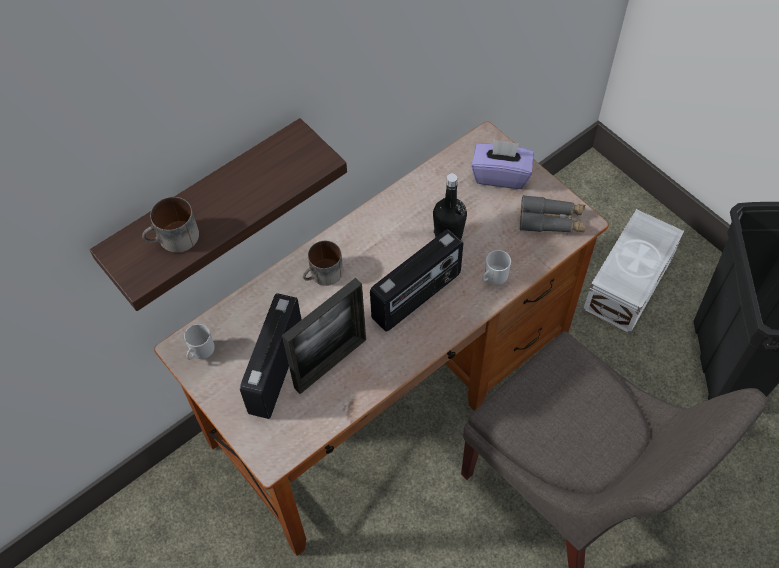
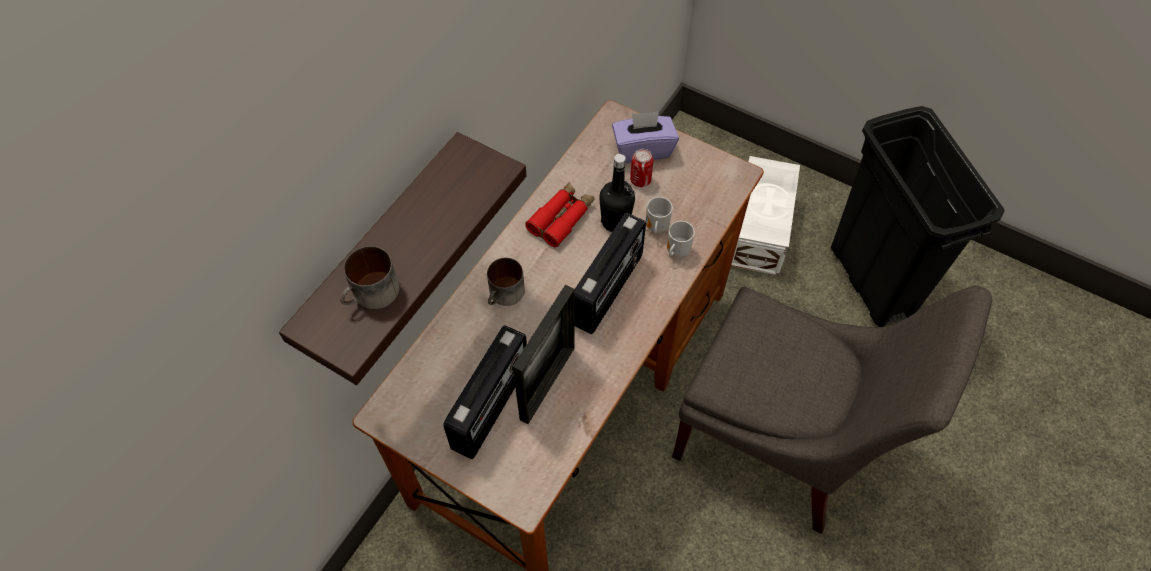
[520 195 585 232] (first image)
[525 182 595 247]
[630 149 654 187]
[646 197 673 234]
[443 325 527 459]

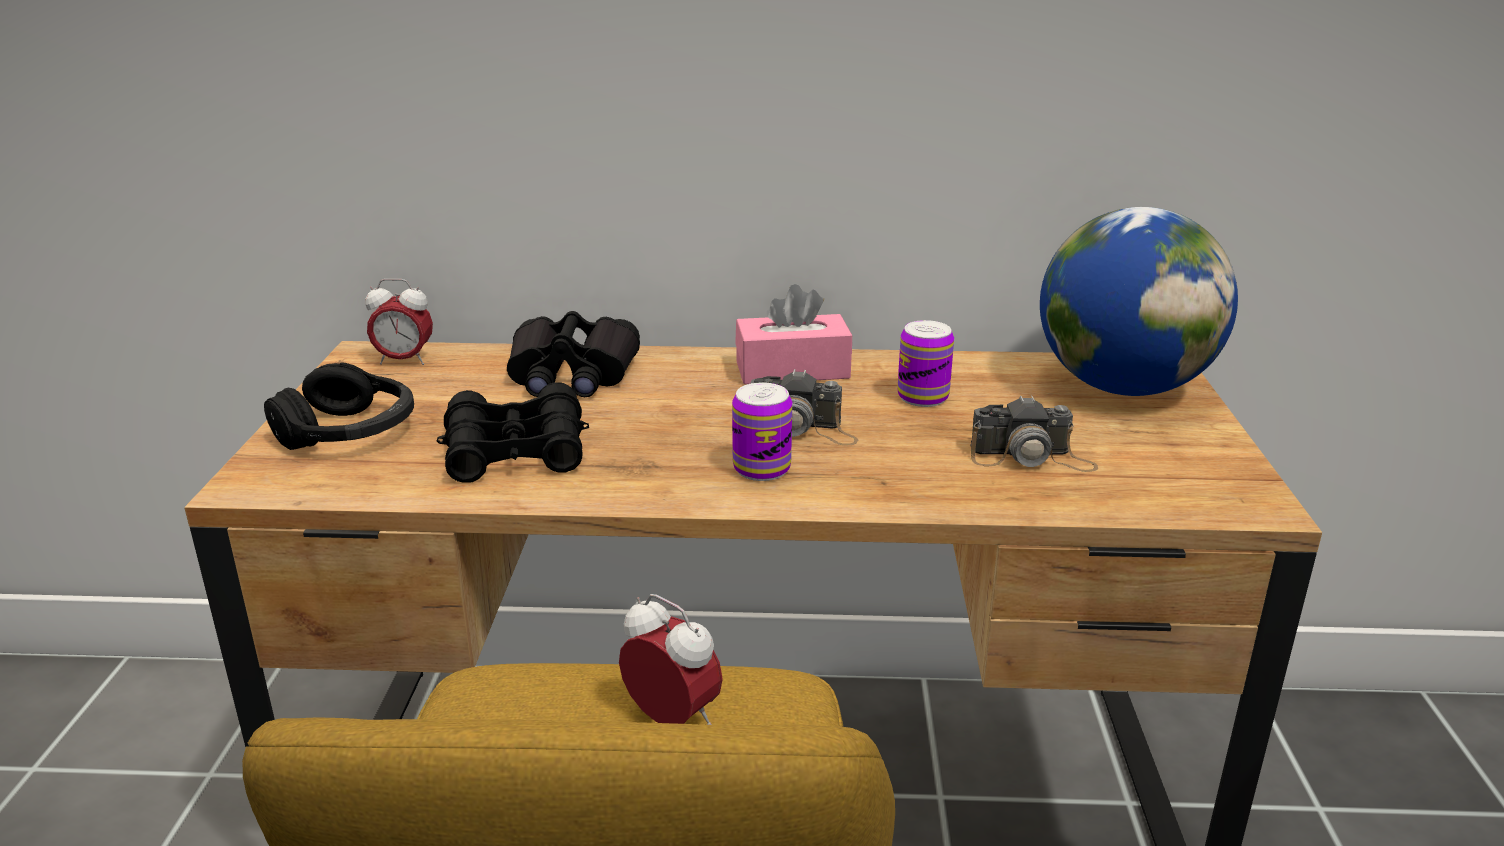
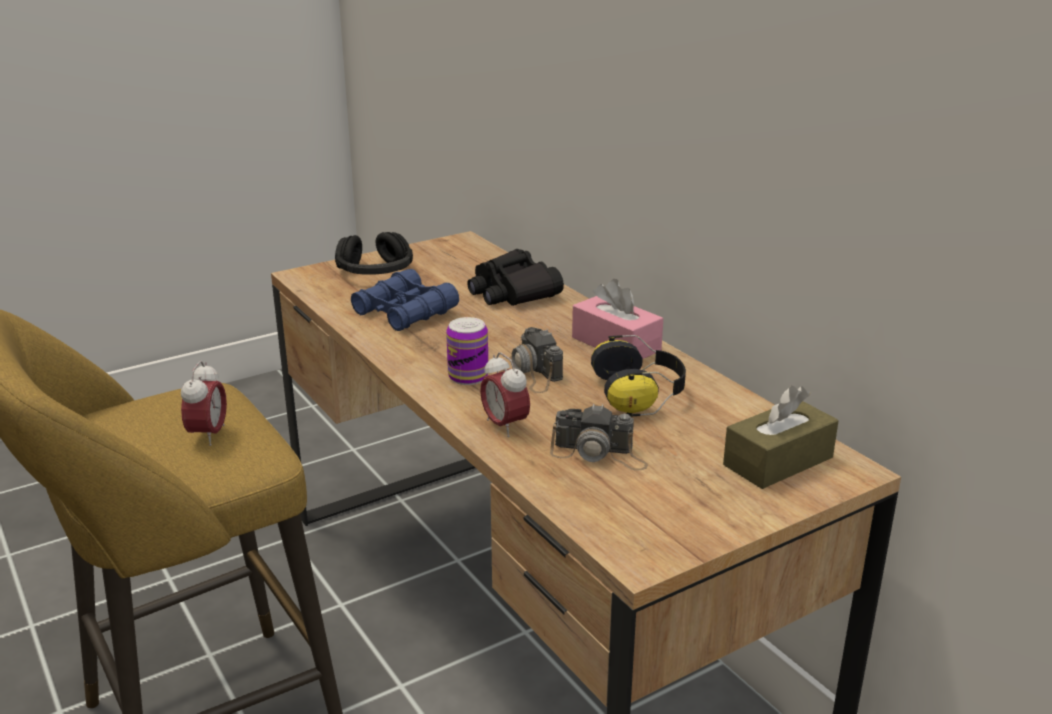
[480 352 530 437]
[591 335 686 417]
[723 386 838 489]
[351 269 459 331]
[550 404 648 470]

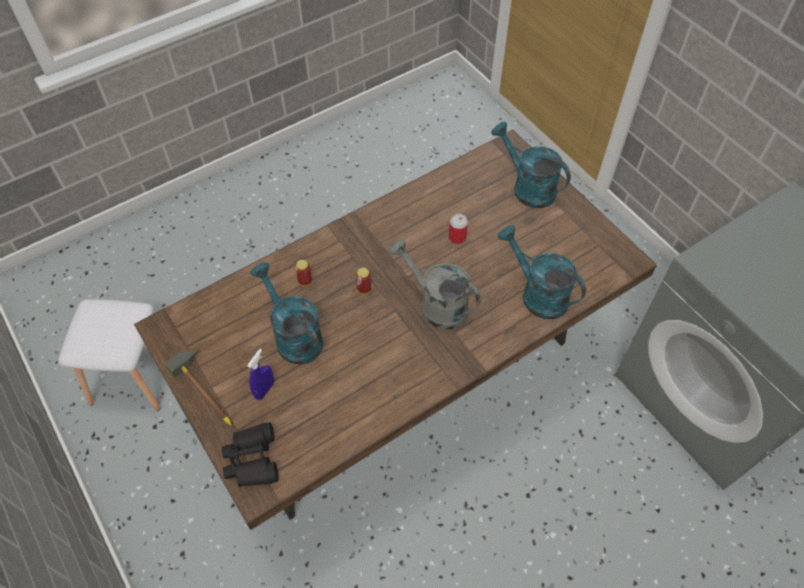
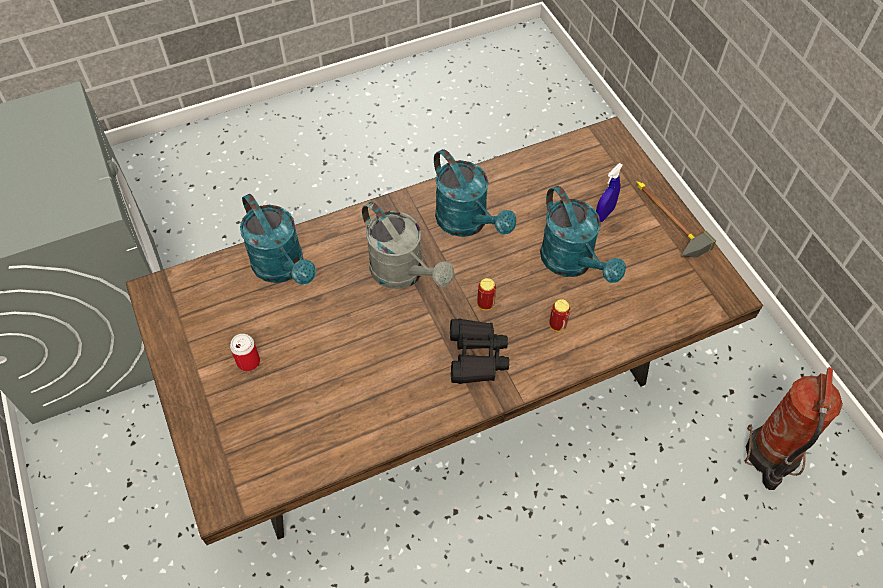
[450 319 509 384]
[230 334 260 371]
[434 149 516 237]
[745 367 843 490]

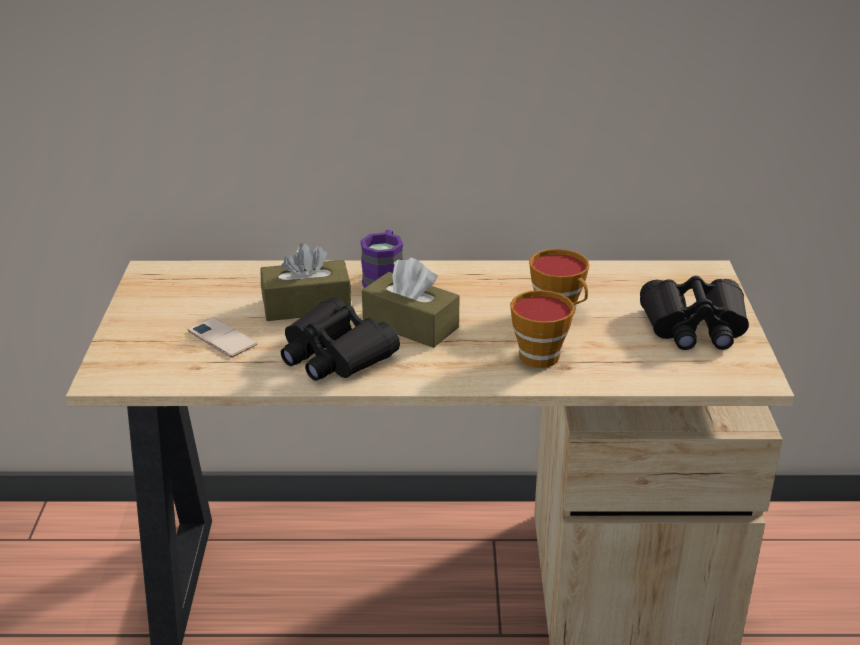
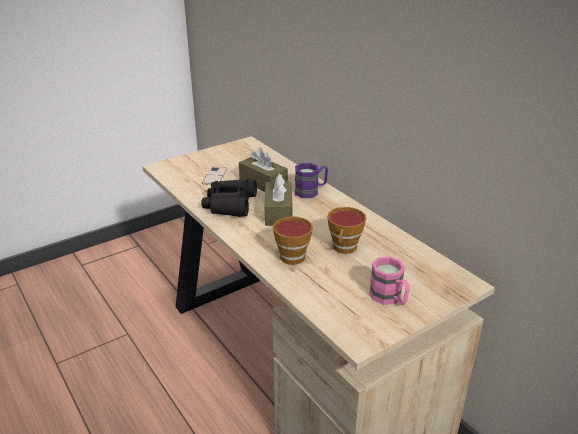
[369 257 410 305]

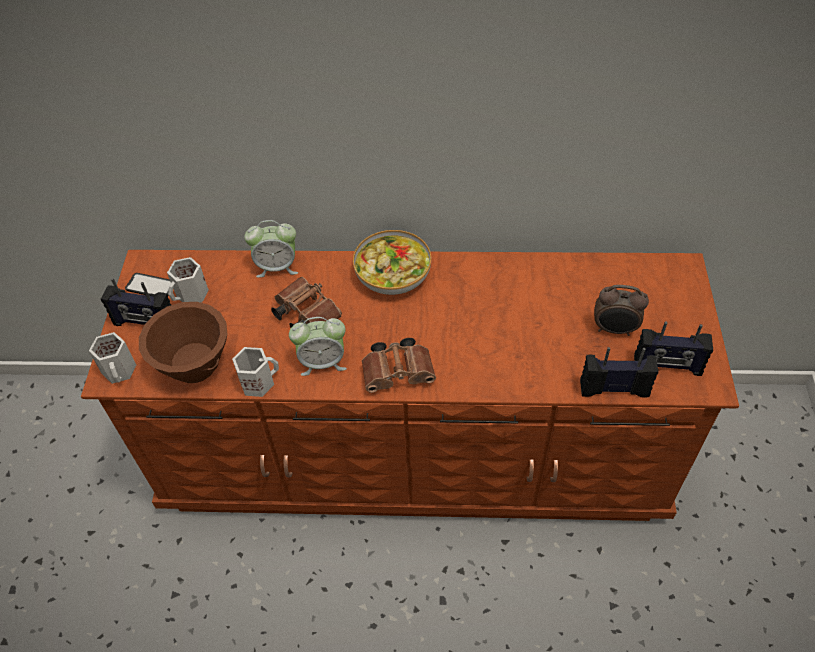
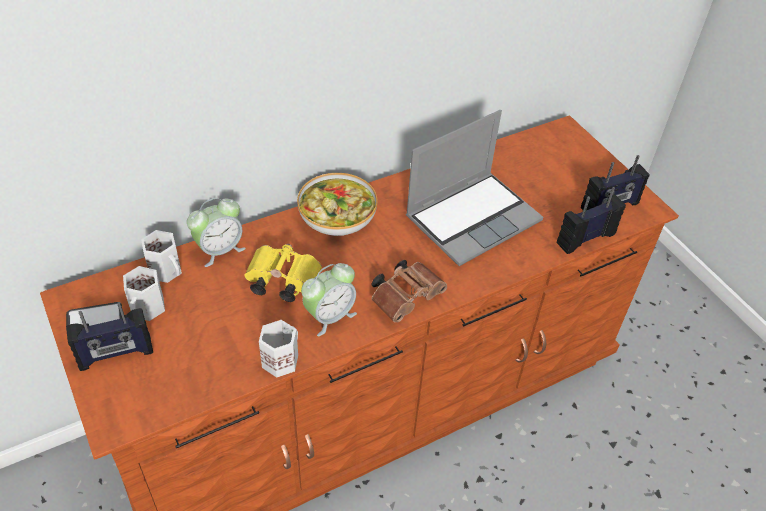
[139 302 227 383] (first image)
[594 285 649 336] (first image)
[406 110 543 266]
[141 230 182 283]
[244 244 322 302]

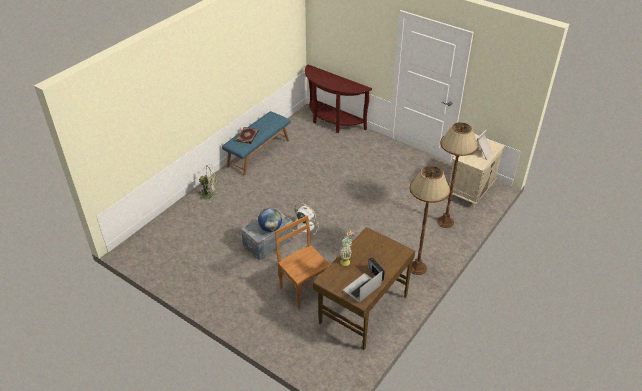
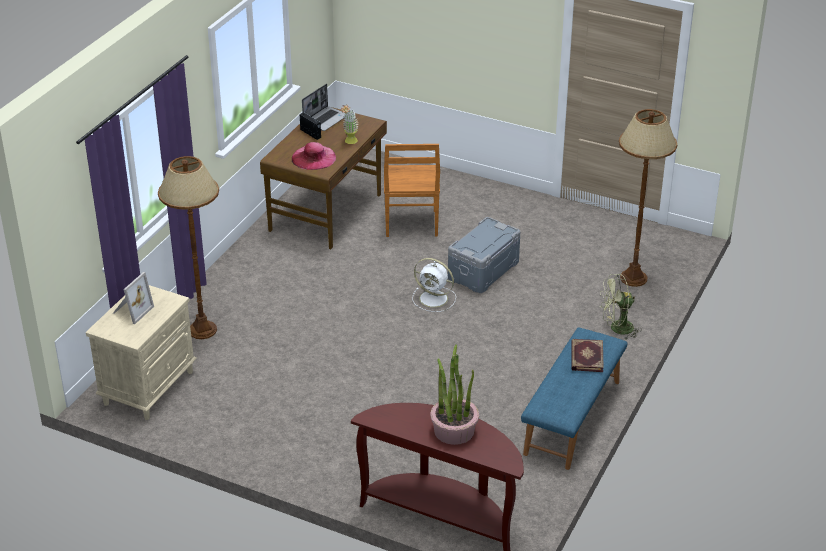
[258 208 282 232] (first image)
[292 142 336 170]
[430 345 479 445]
[619 109 677 287]
[384 144 440 237]

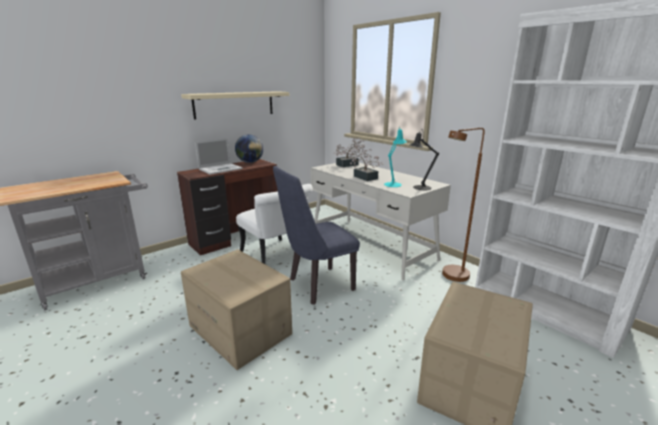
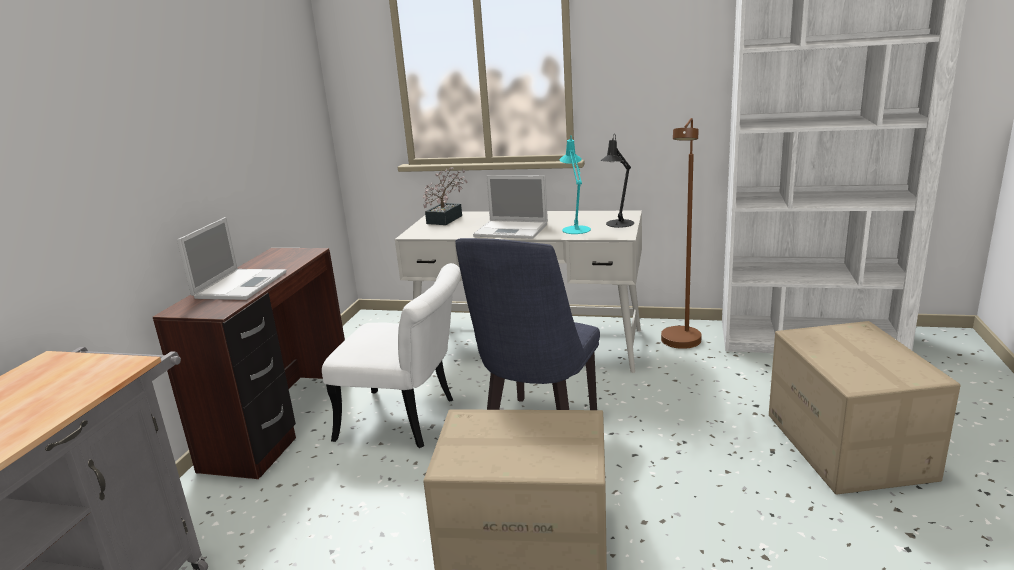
[181 91 289 120] (first image)
[235 134 263 163] (first image)
[473 175 548 239]

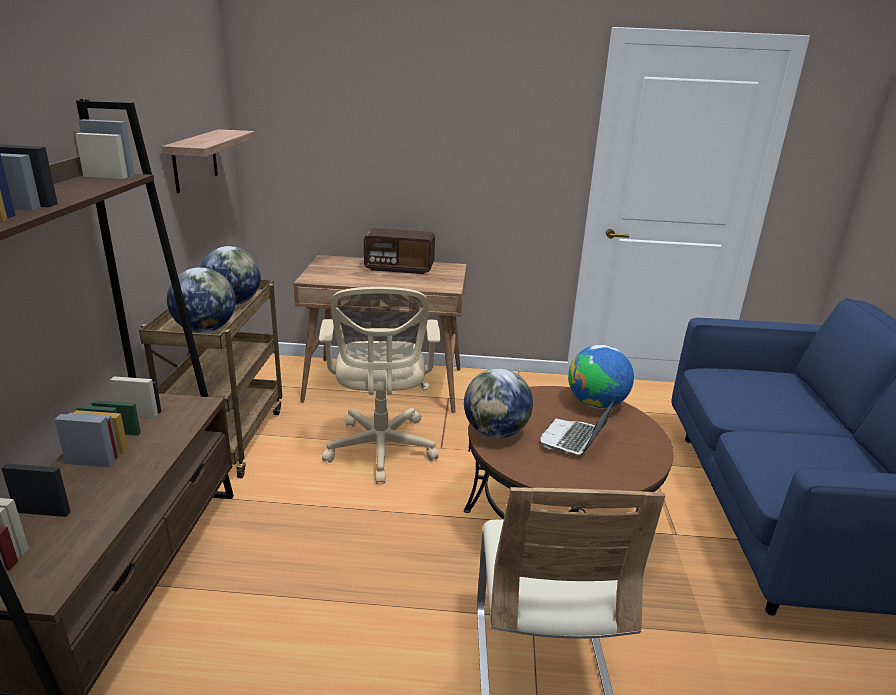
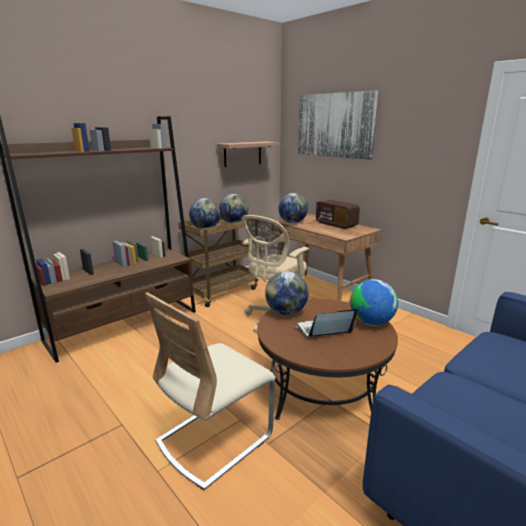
[278 193 308 223]
[298 90 378 160]

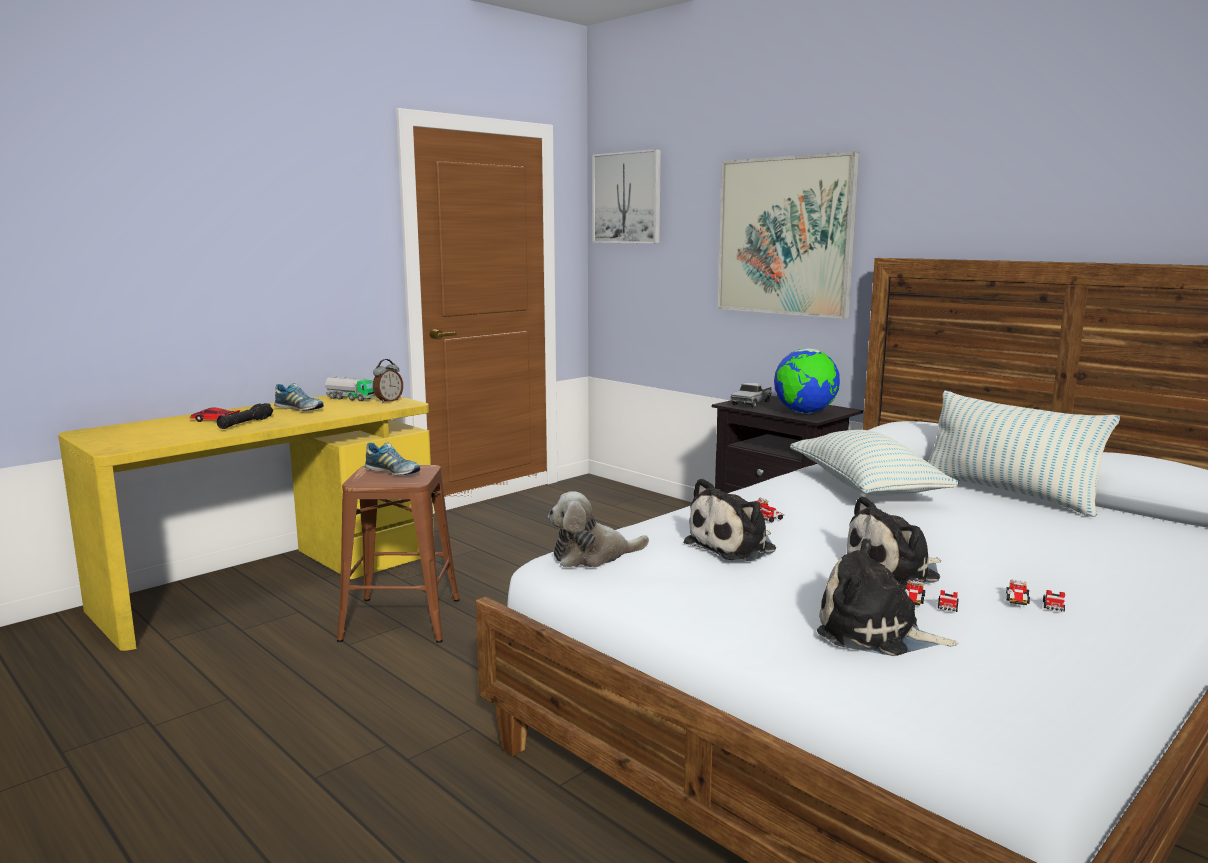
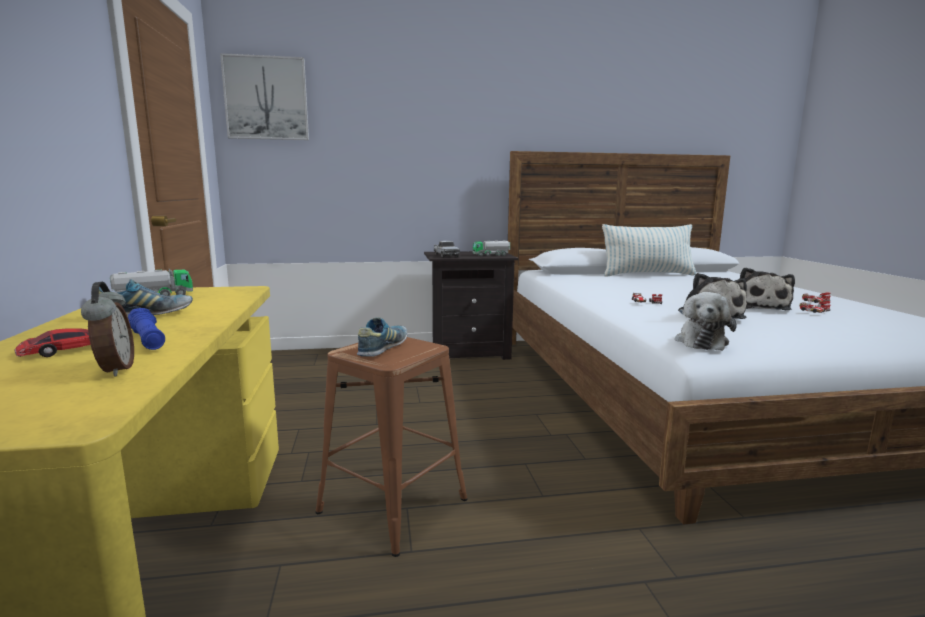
[717 151 859 319] (first image)
[790 430 959 496] (first image)
[817 538 959 656] (first image)
[81 282 134 377]
[473 240 510 256]
[128 308 165 350]
[357 317 407 357]

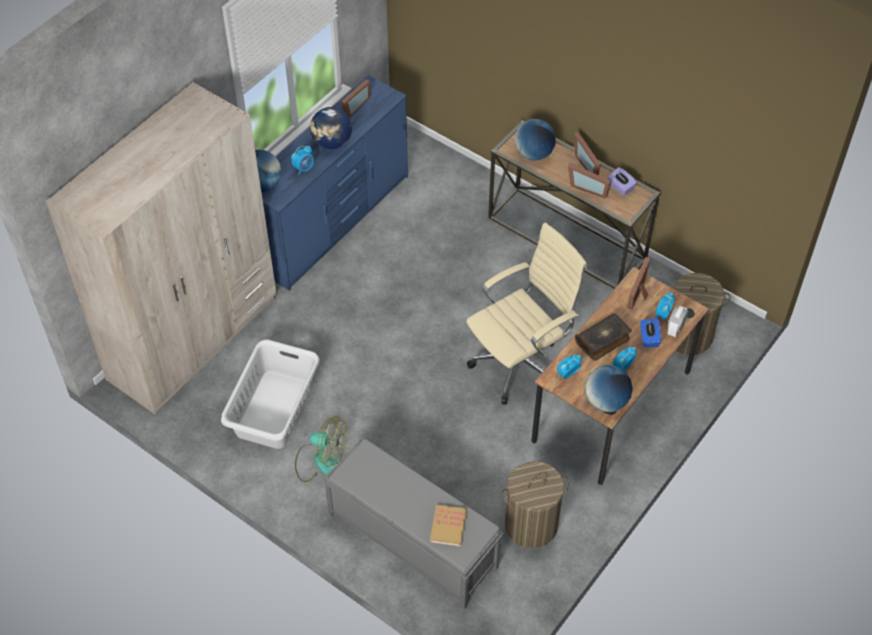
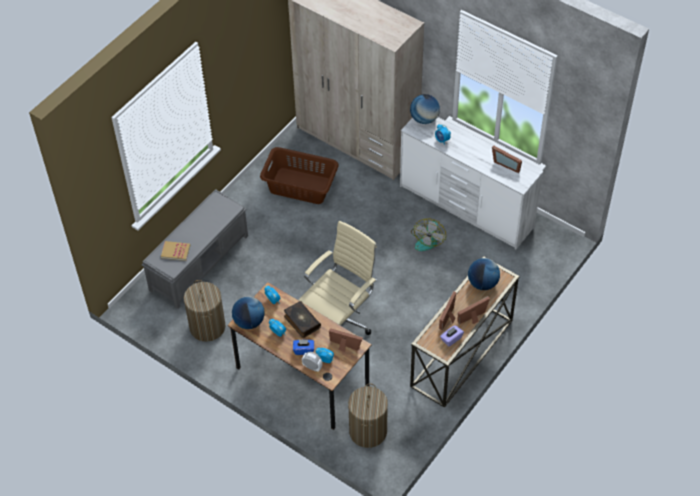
[310 107 352 149] (first image)
[411 218 446 251]
[260 147 339 204]
[400 117 543 249]
[299 221 377 335]

